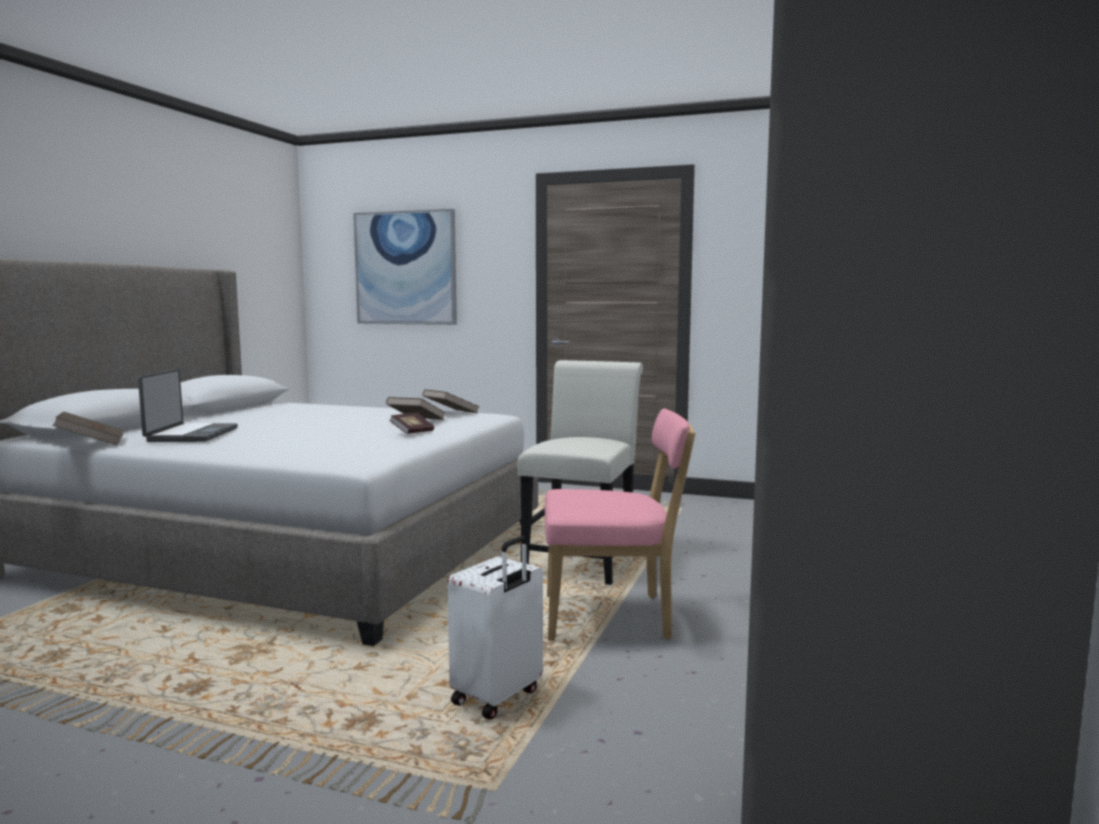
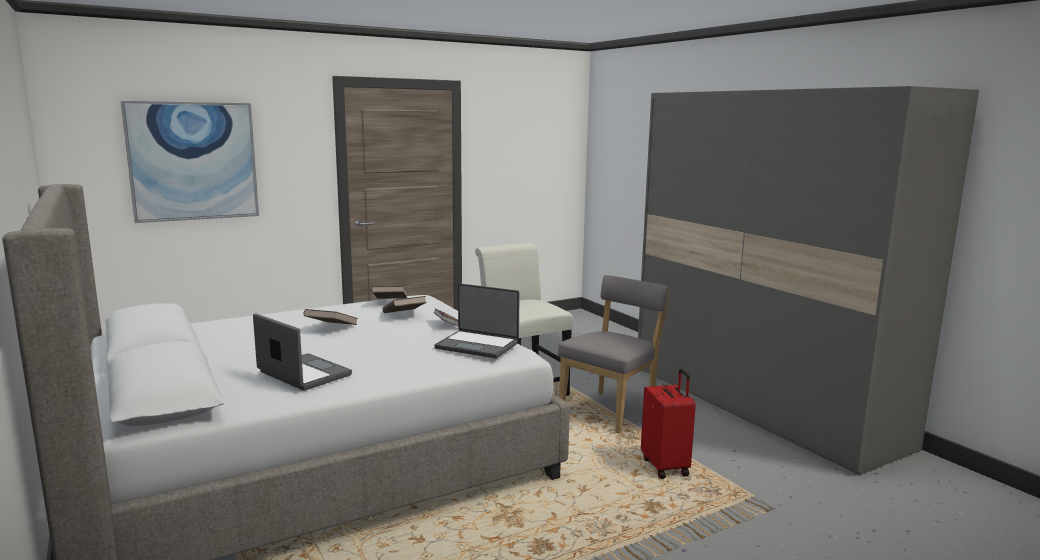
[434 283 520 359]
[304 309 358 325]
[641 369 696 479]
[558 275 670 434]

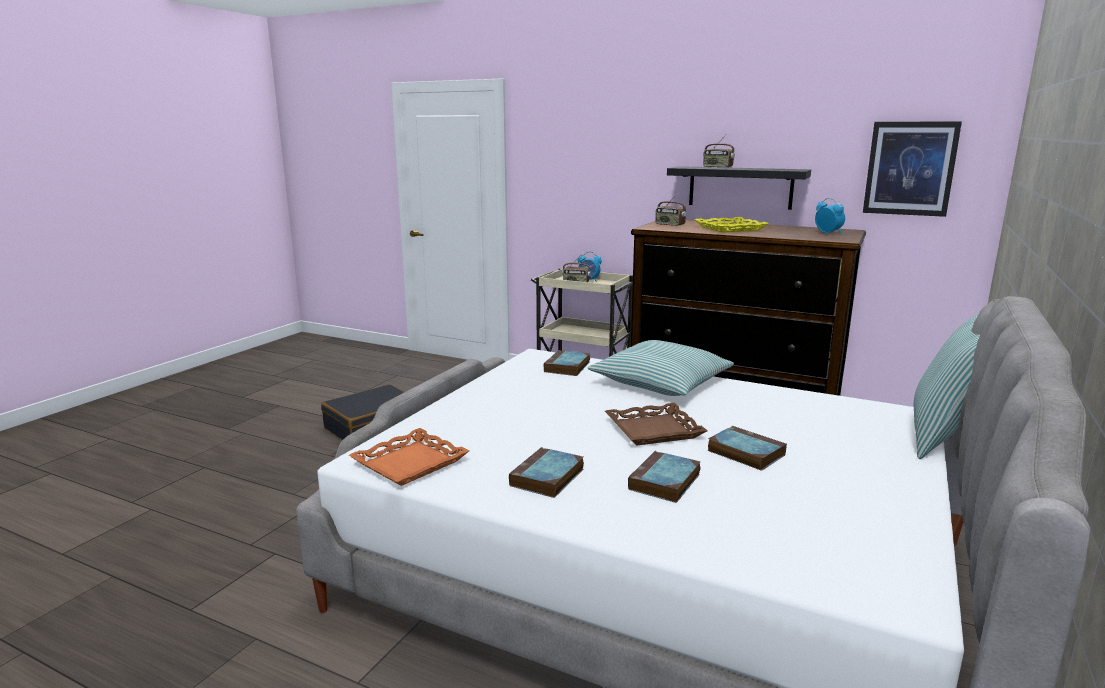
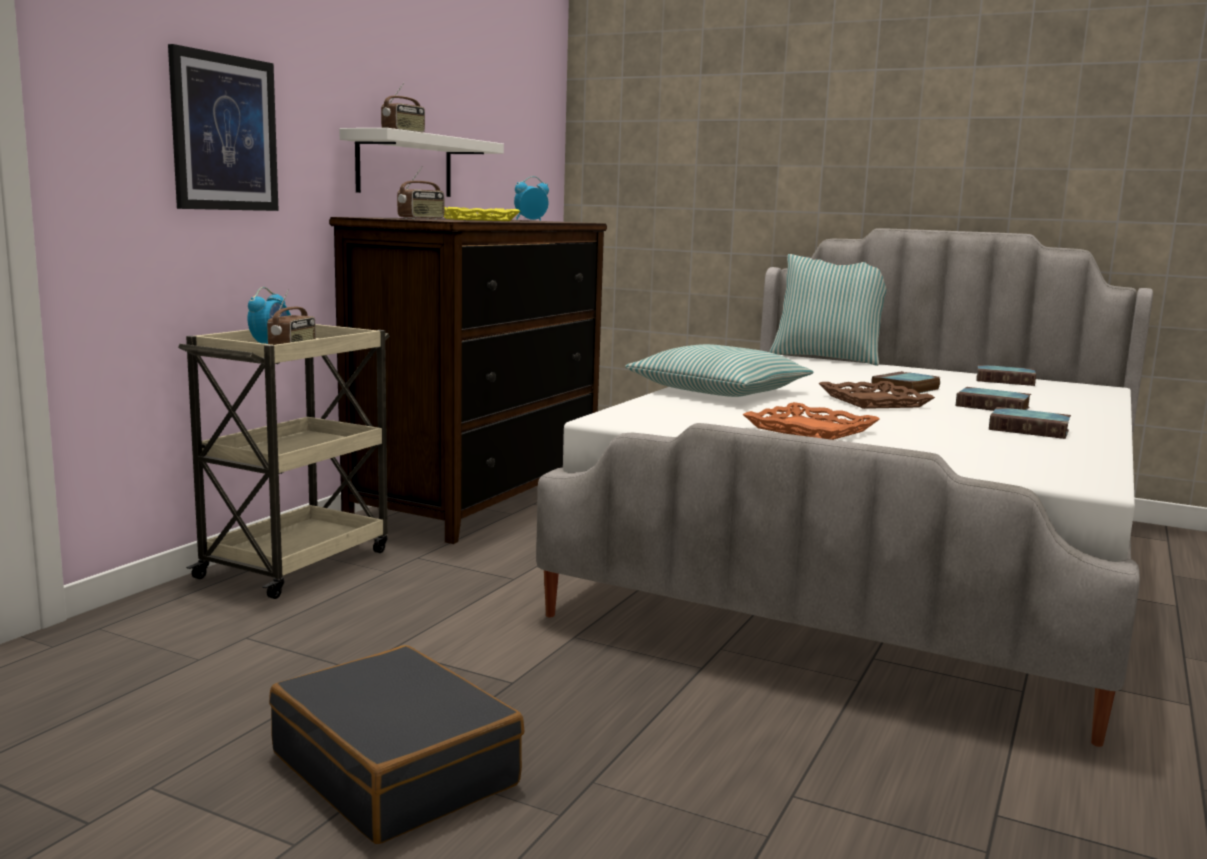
[743 402 880 440]
[977 365 1036 386]
[168 44 279 211]
[339 128 504 197]

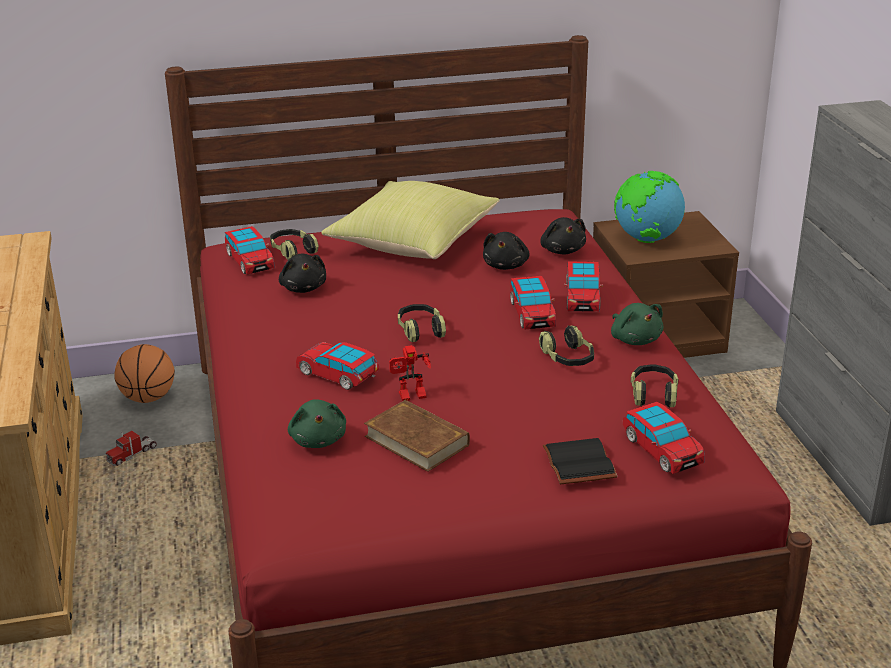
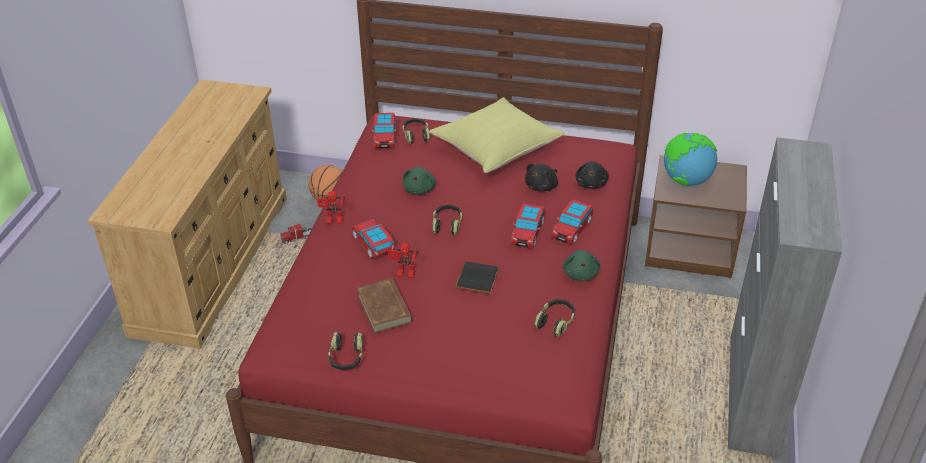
[279 254 326 293] (first image)
[622 402 705 474] (first image)
[317 191 345 224]
[403 167 436 195]
[328 332 363 371]
[455 261 500 294]

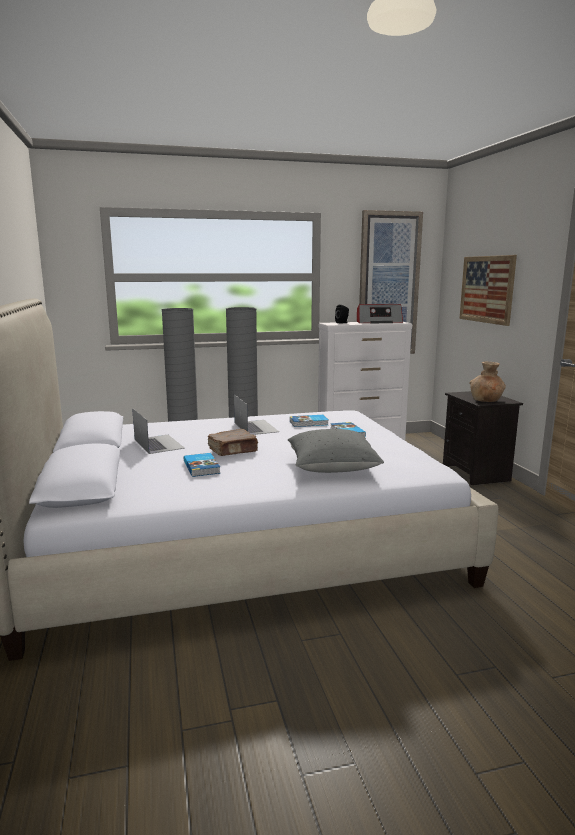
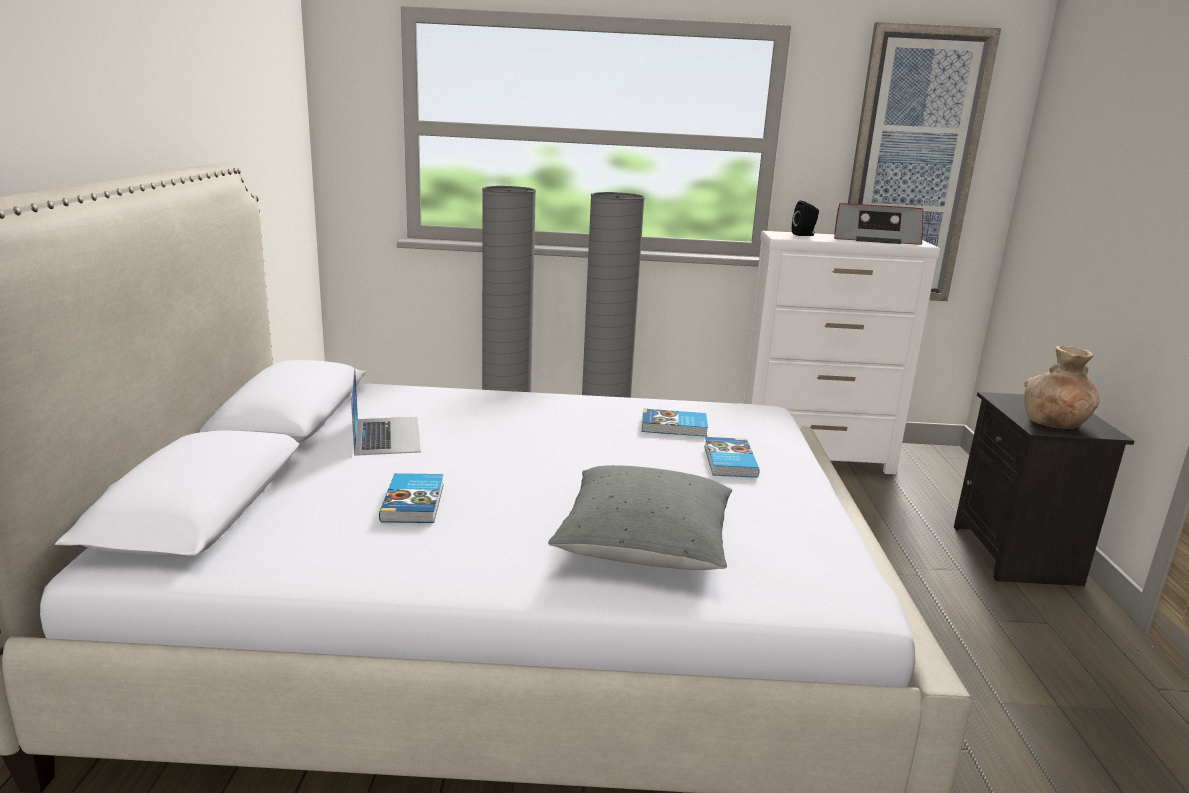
[208 429 258 456] (first image)
[234 394 279 435] (first image)
[459 255 517 326] (first image)

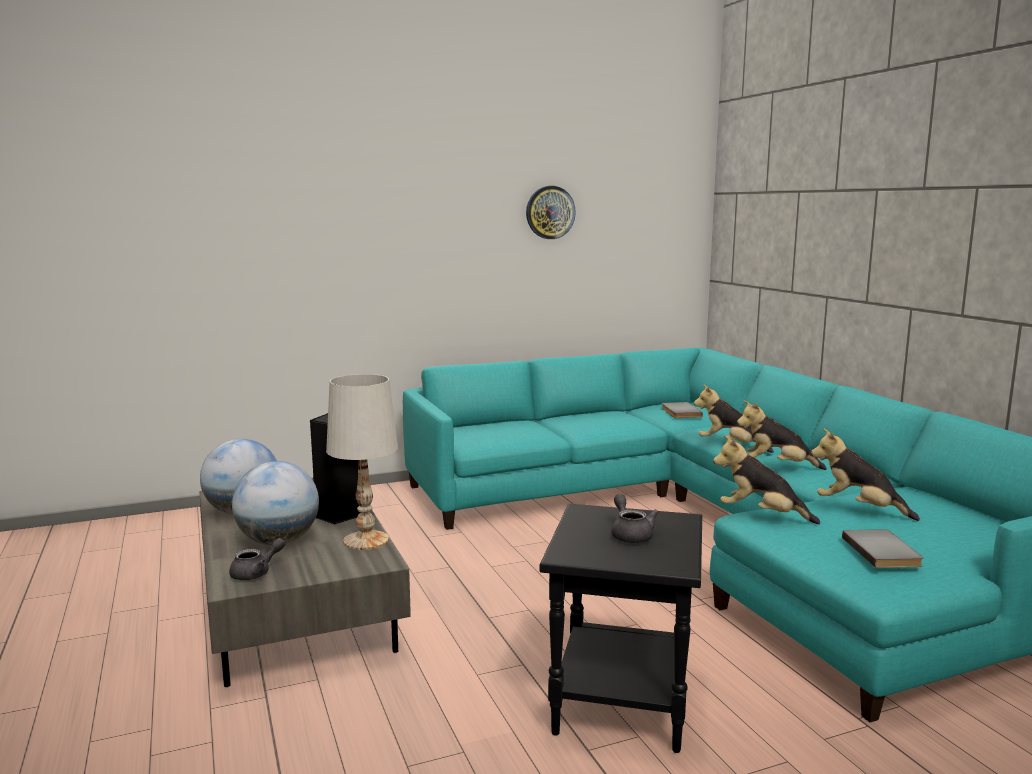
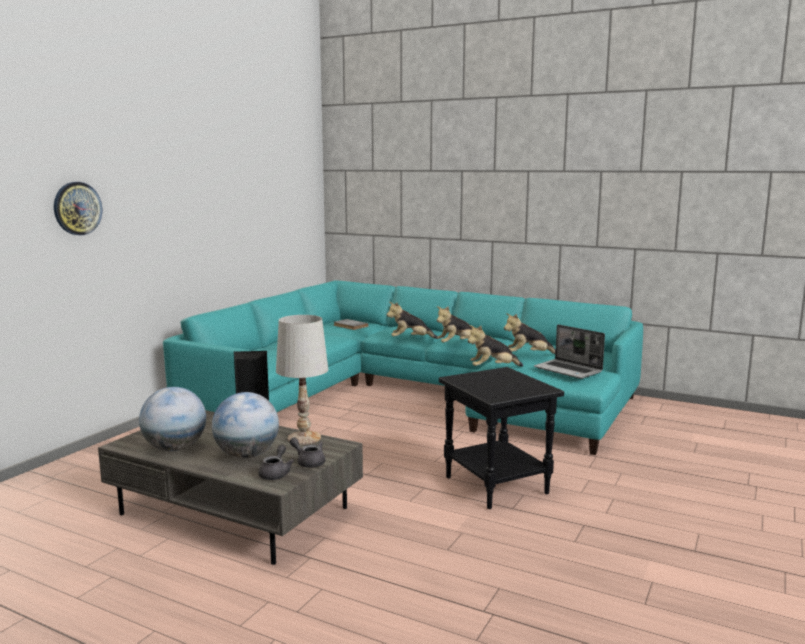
[54 182 102 235]
[290 437 325 468]
[534 324 605 379]

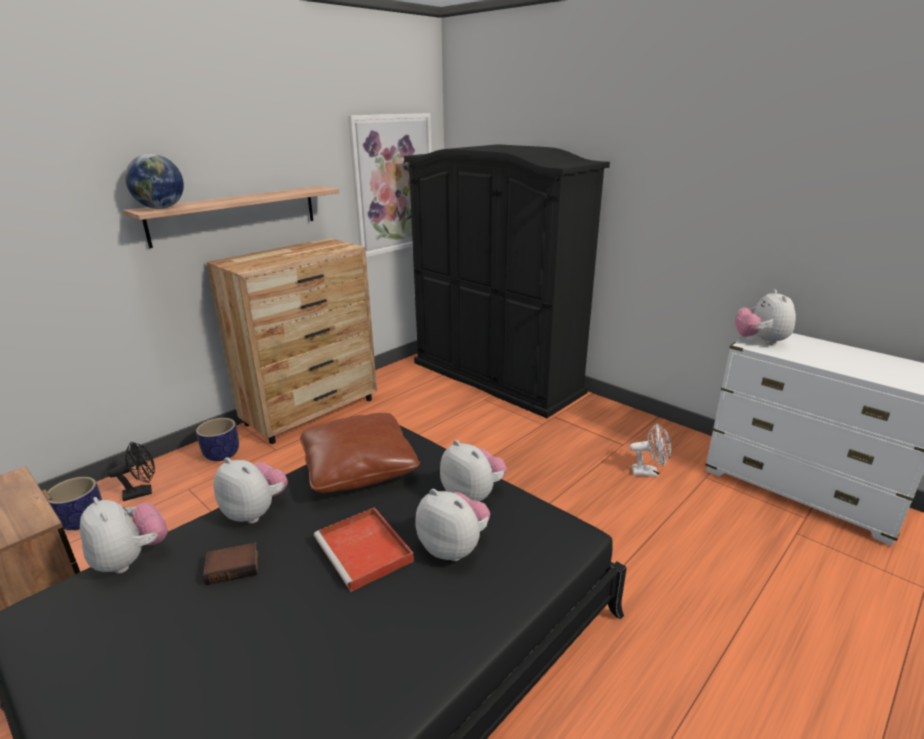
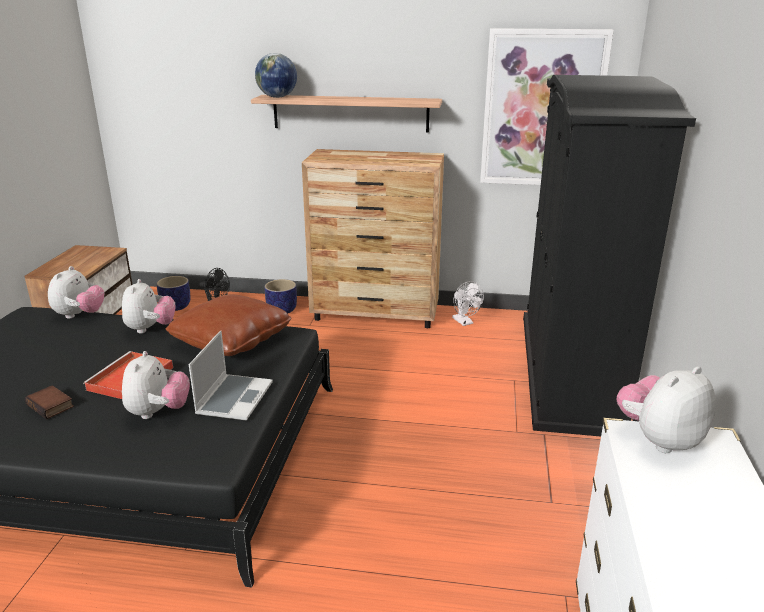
[25 385 74 419]
[452 281 484 326]
[189 330 273 421]

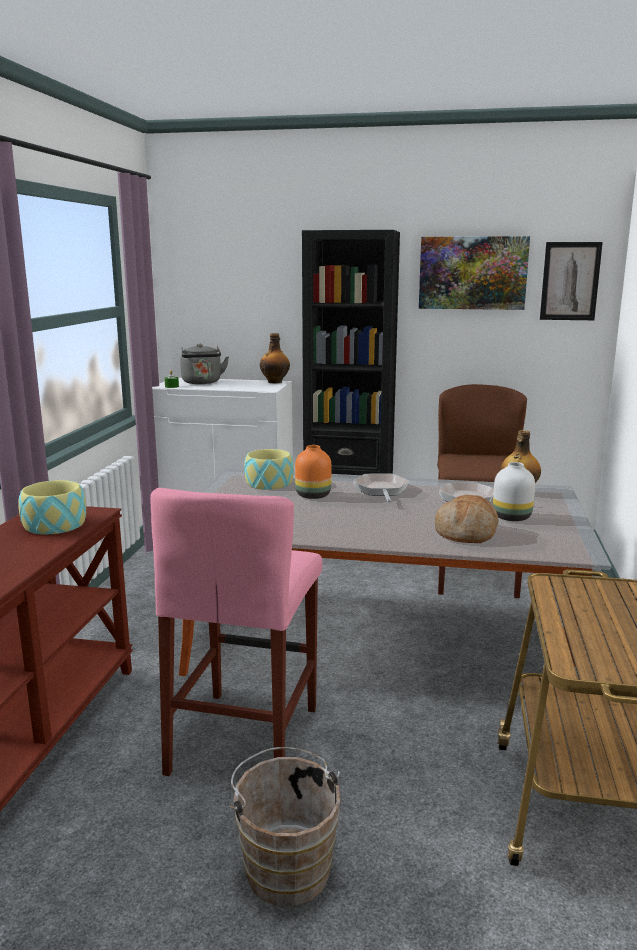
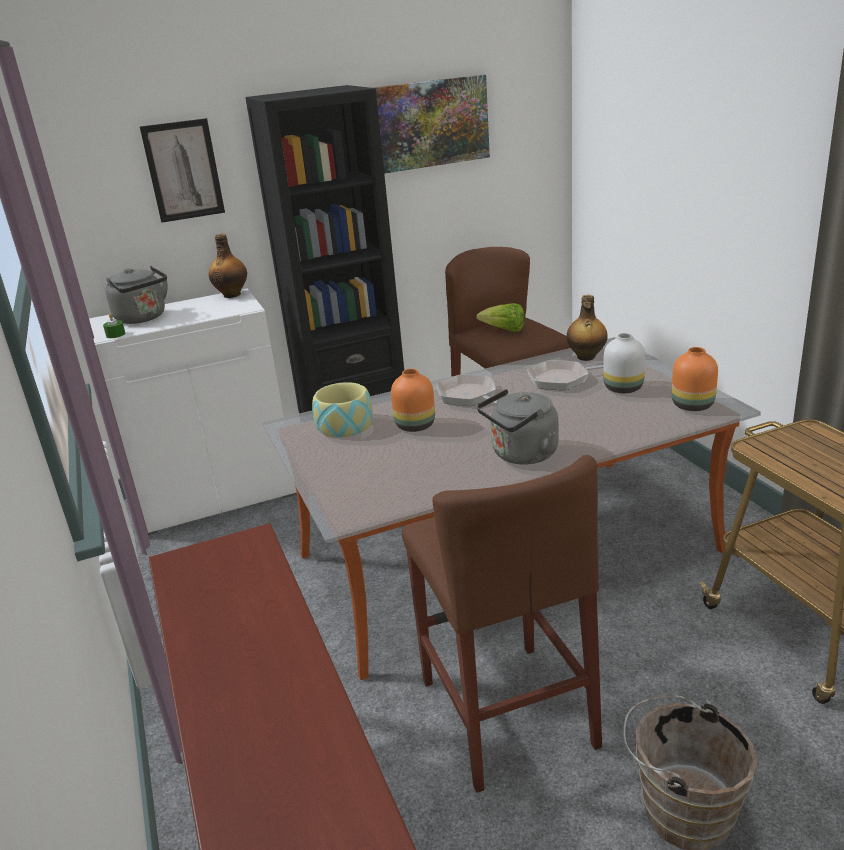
[18 480 86 535] (first image)
[435 495 498 543] (first image)
[476 303 524 332]
[477 389 559 464]
[672 347 718 411]
[140 118 225 223]
[402 455 602 793]

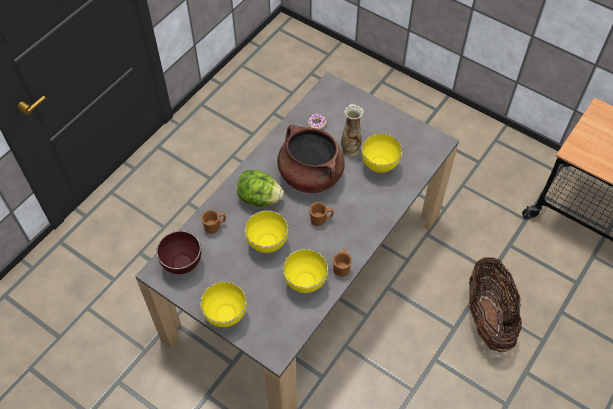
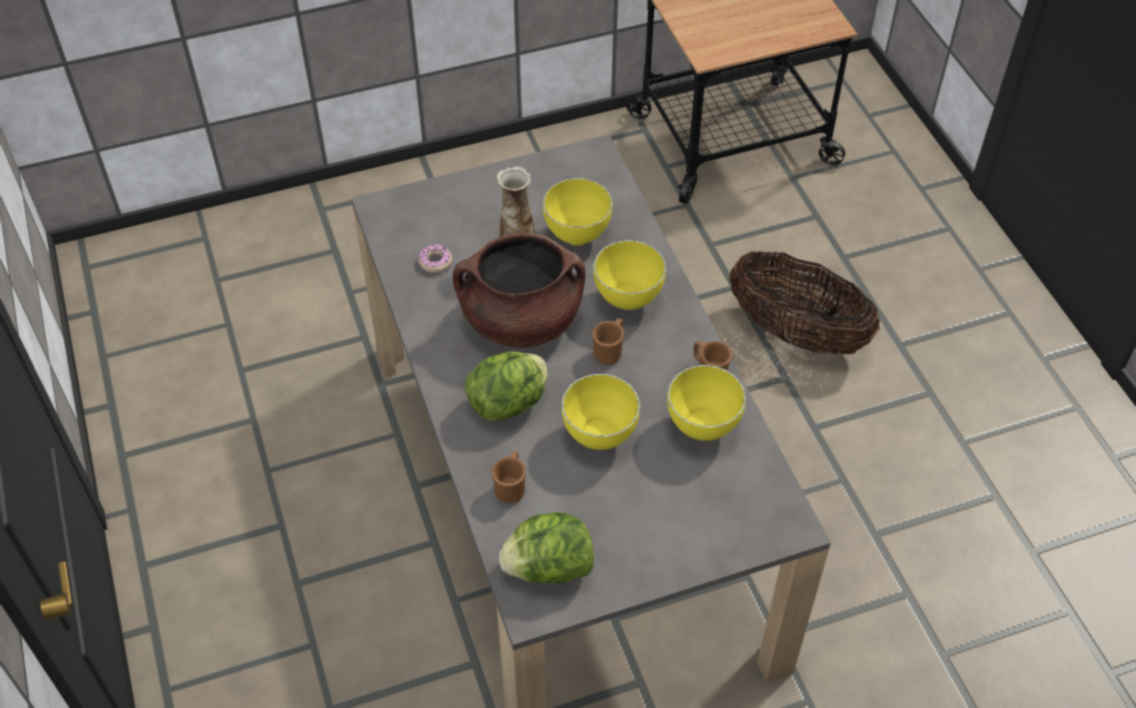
[593 240 666 310]
[499 512 594 584]

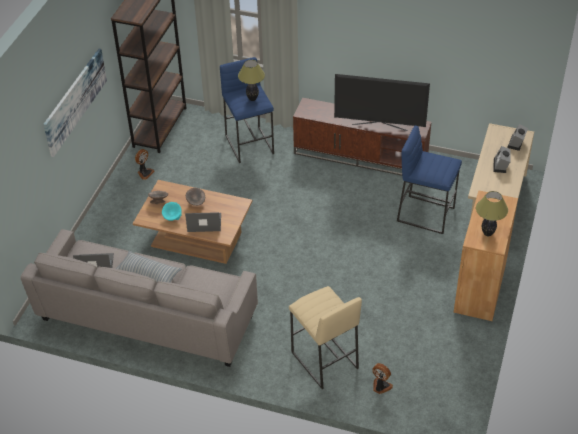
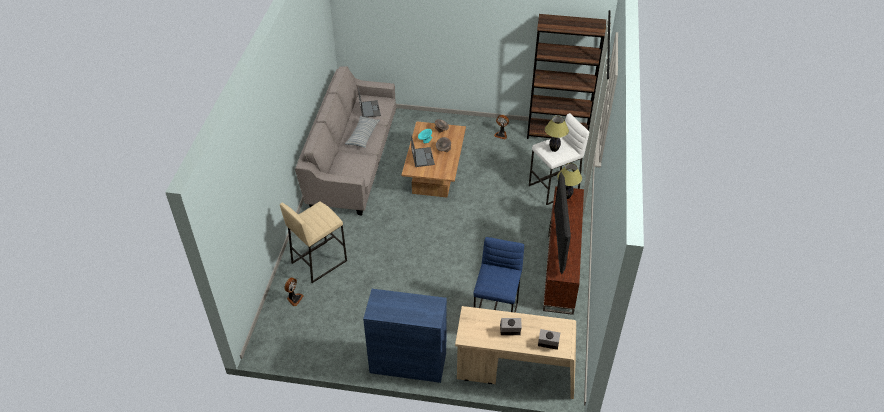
[43 49 107 157] (first image)
[557 163 582 199]
[529 113 589 205]
[363 289 447 383]

